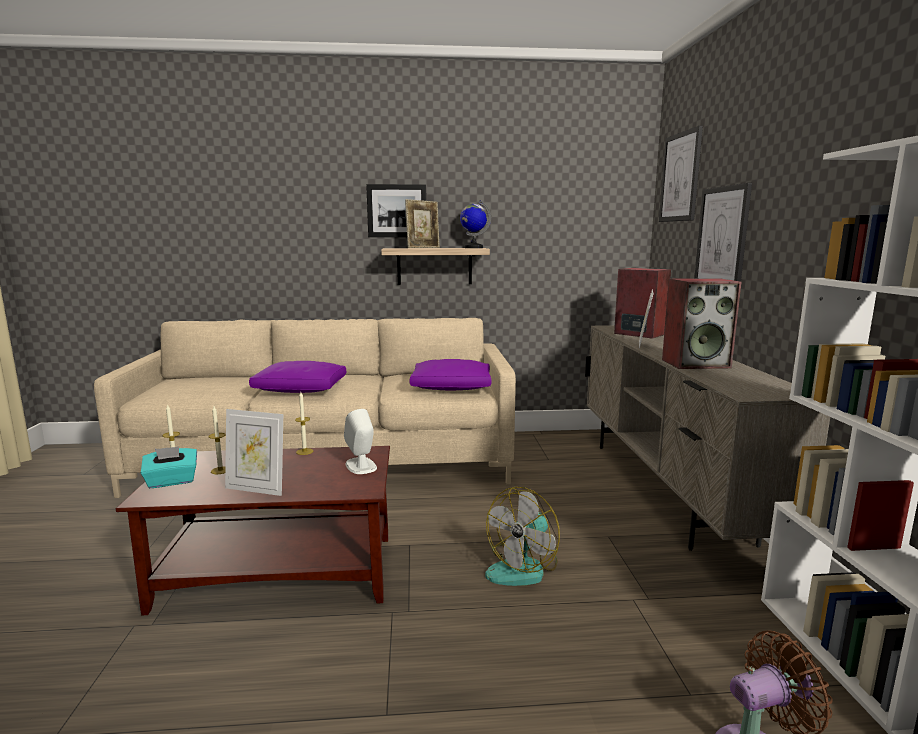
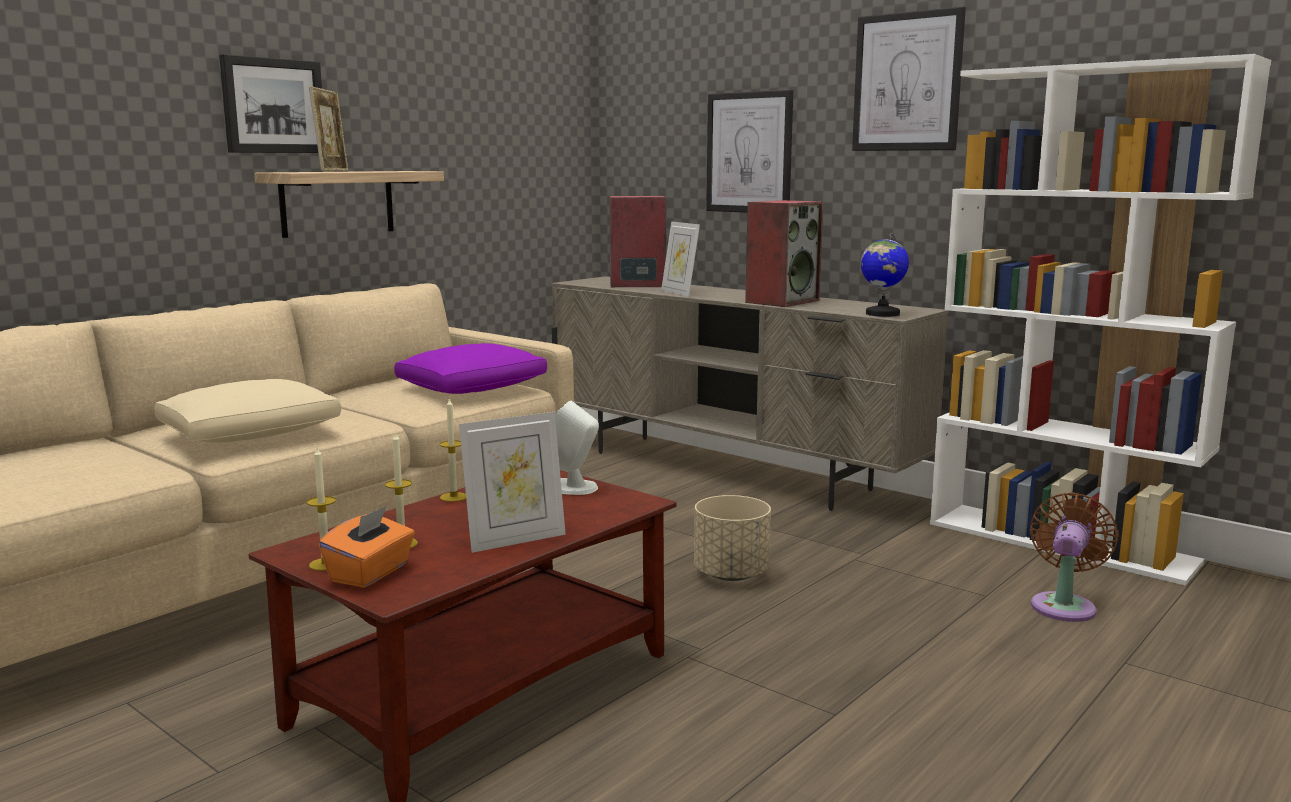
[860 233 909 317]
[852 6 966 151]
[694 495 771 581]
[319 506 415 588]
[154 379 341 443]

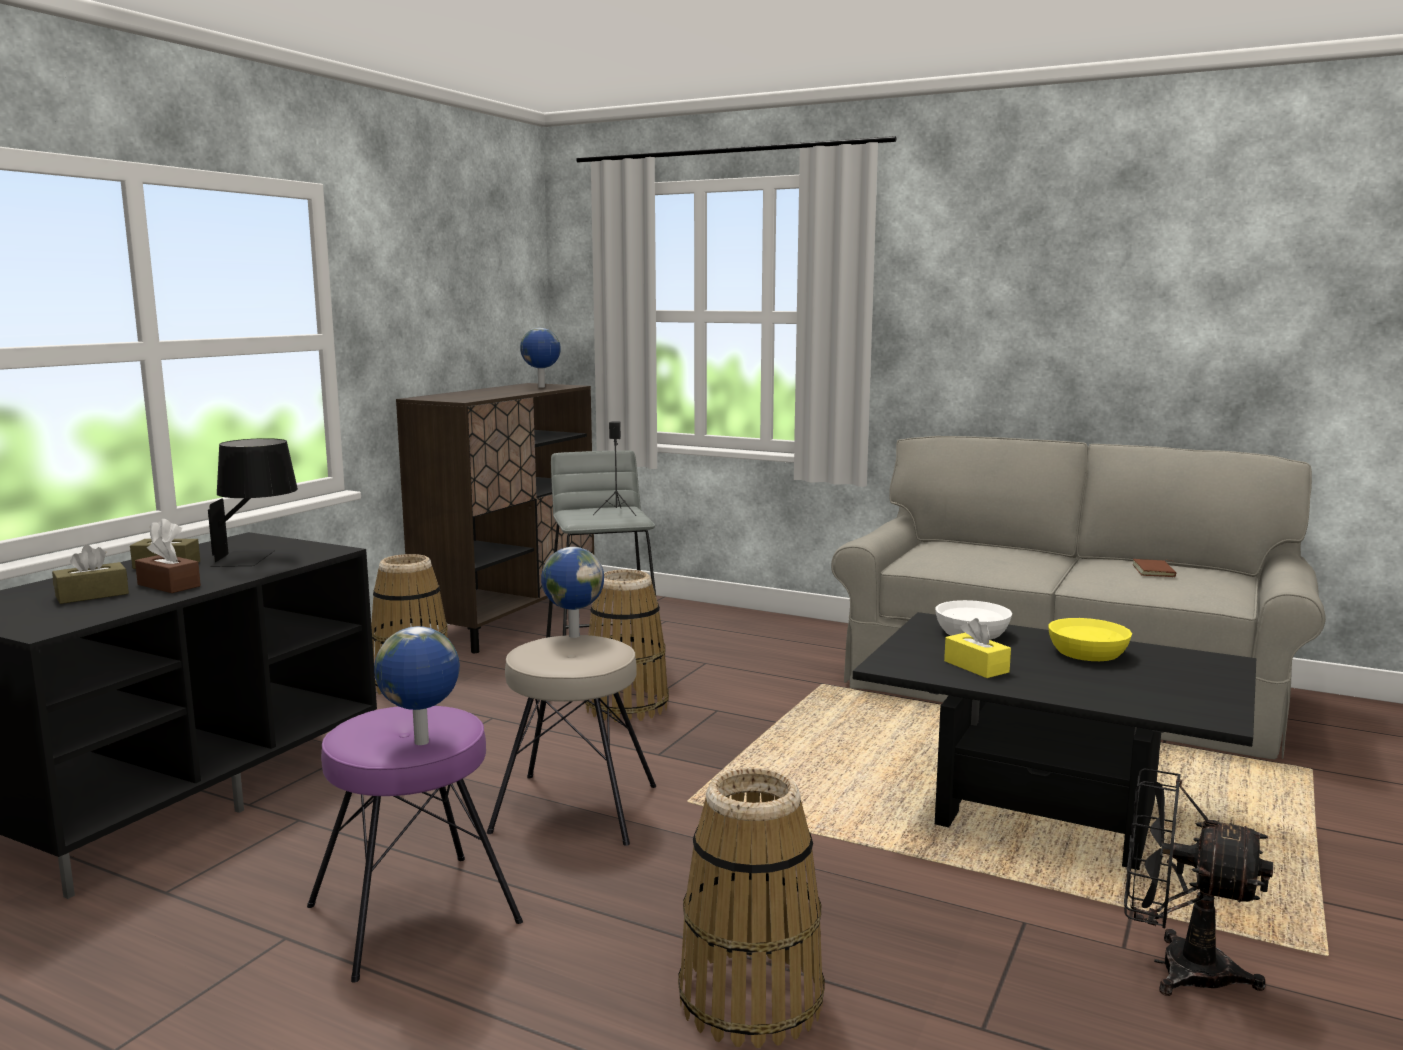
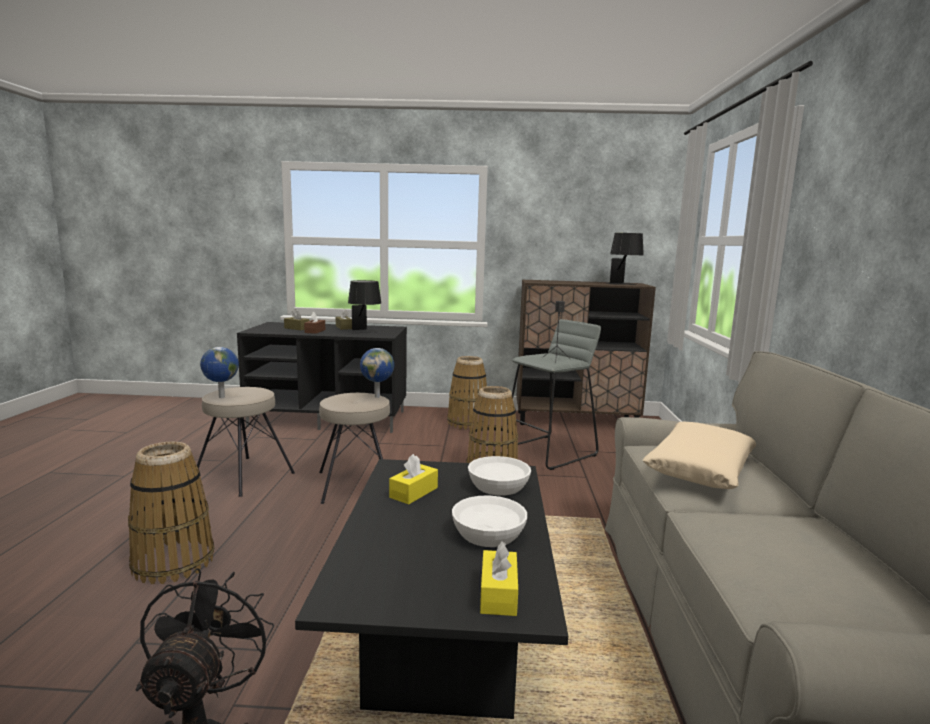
[1133 559 1177 577] (first image)
[480 541 518 616]
[643 422 756 489]
[607 233 644 285]
[197 387 295 497]
[452 495 527 547]

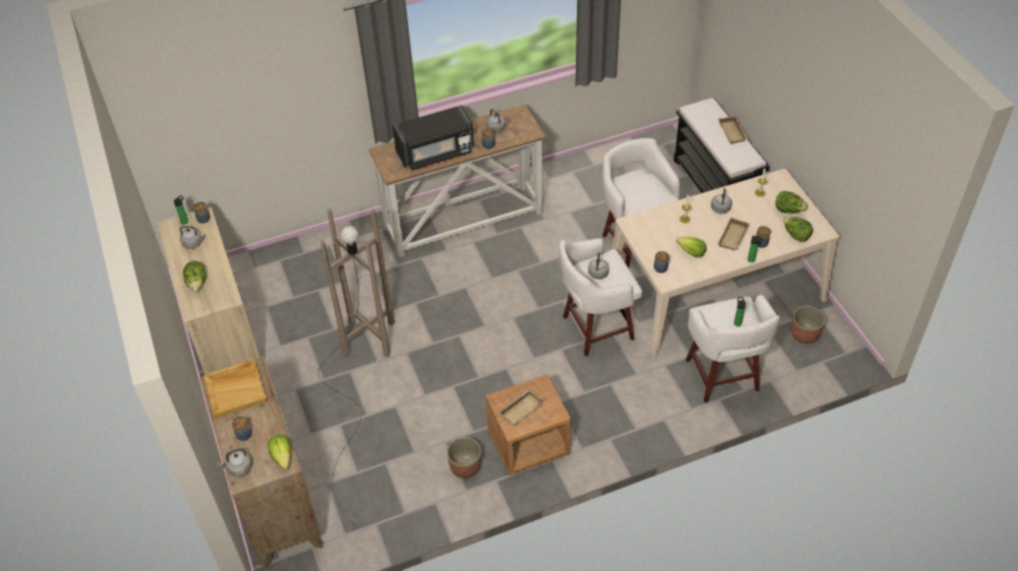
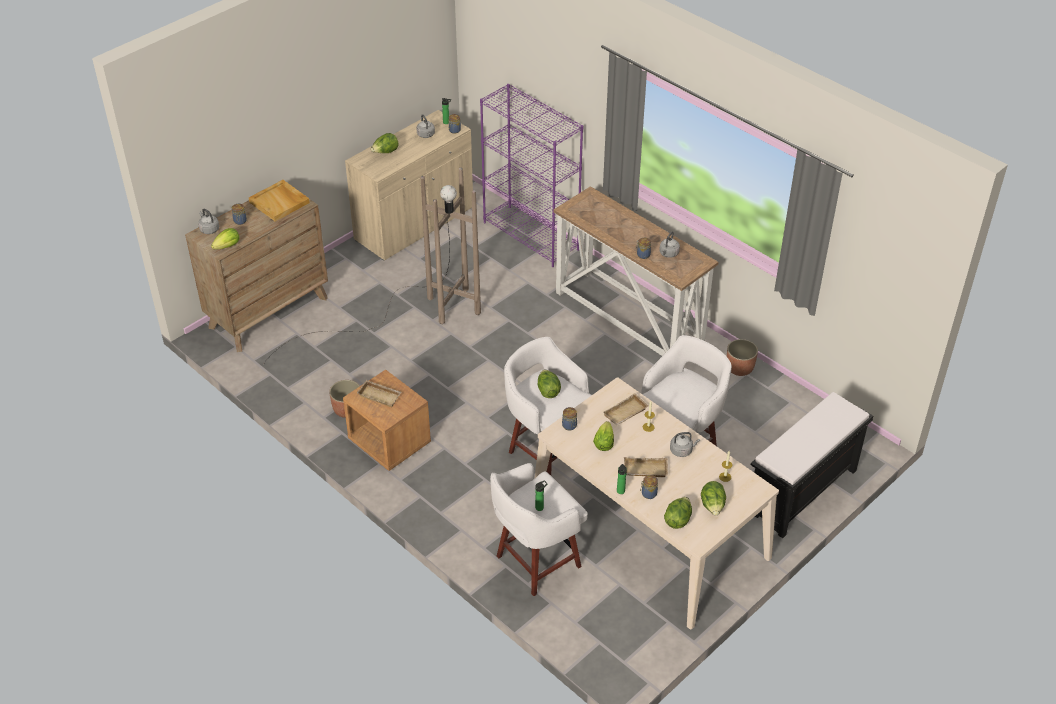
[392 105 474 170] (first image)
[480 84 583 267]
[603 393 648 425]
[727 339 758 376]
[538 369 561 398]

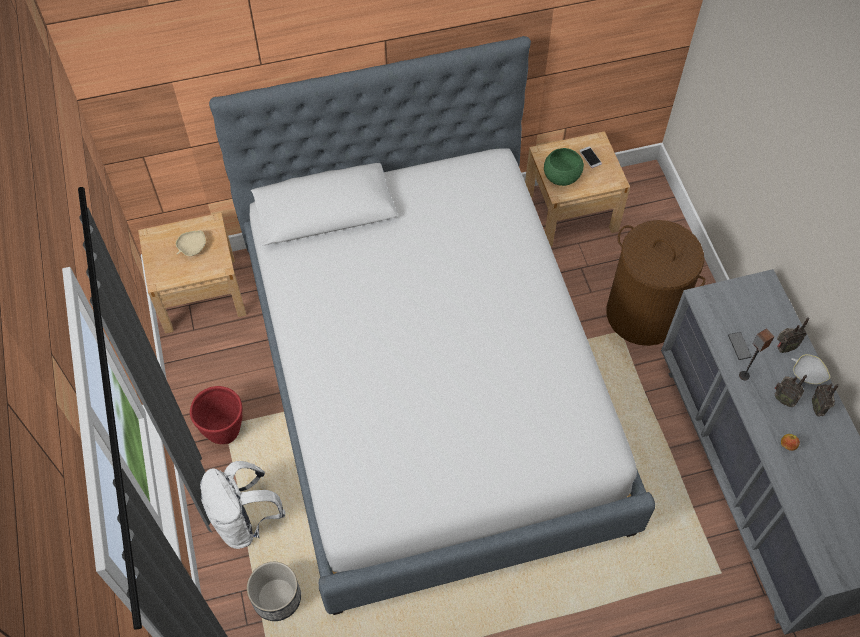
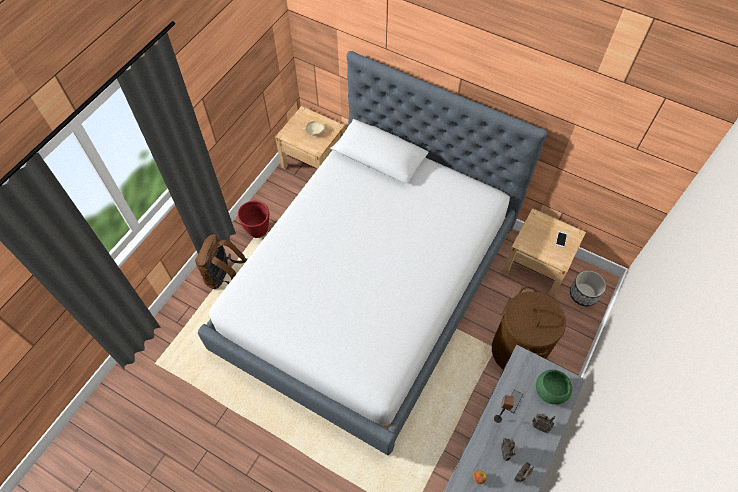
[792 354 830 385] (first image)
[570 270 606 306]
[536 370 572 404]
[195 234 247 289]

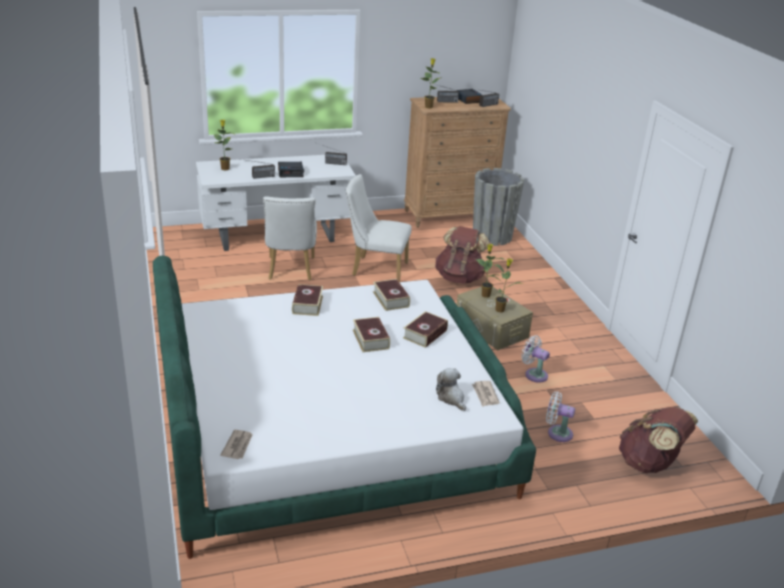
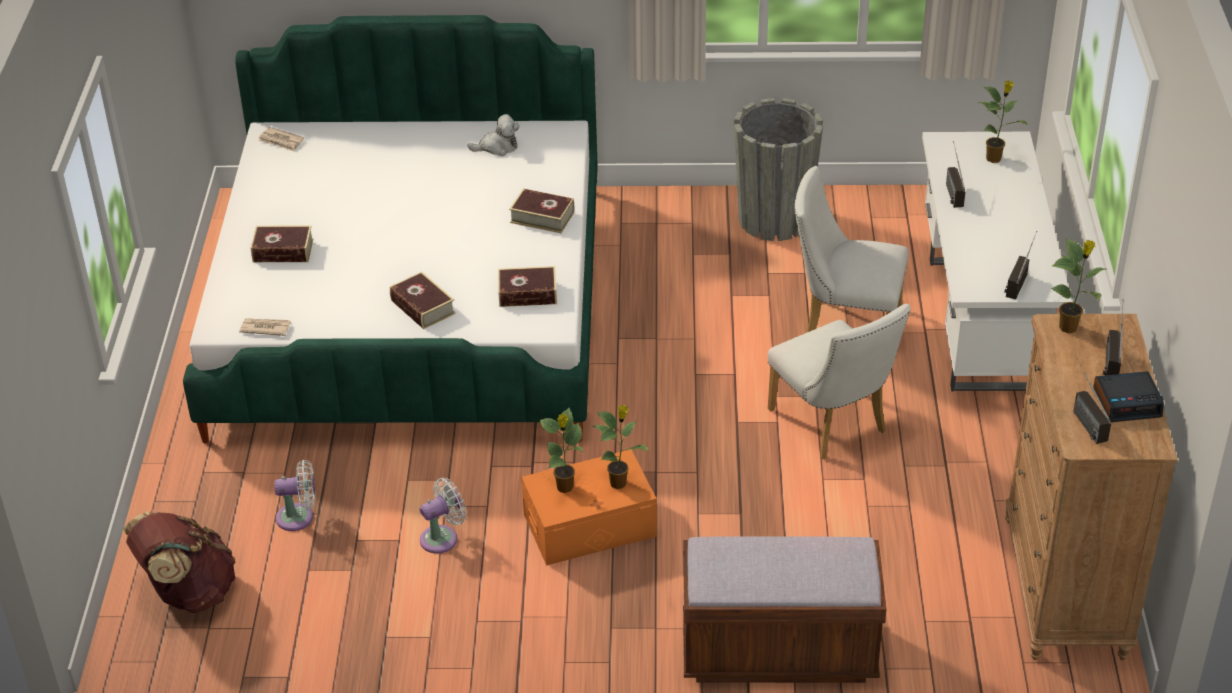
[278 162 304 177] (first image)
[435 226 490 284] (first image)
[683 536 887 683]
[250 225 313 262]
[467 114 519 156]
[734 98 823 241]
[522 450 657 566]
[768 304 911 459]
[274 460 316 531]

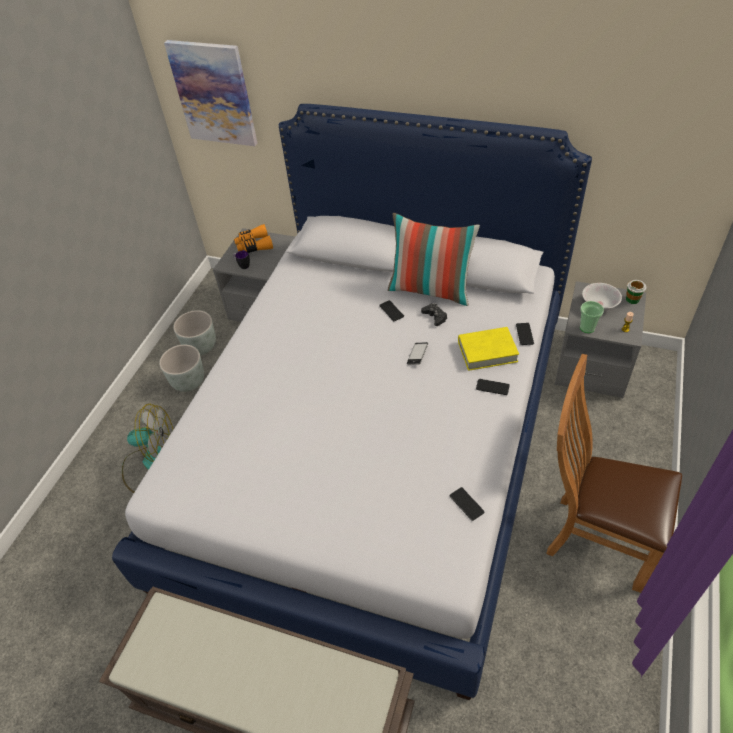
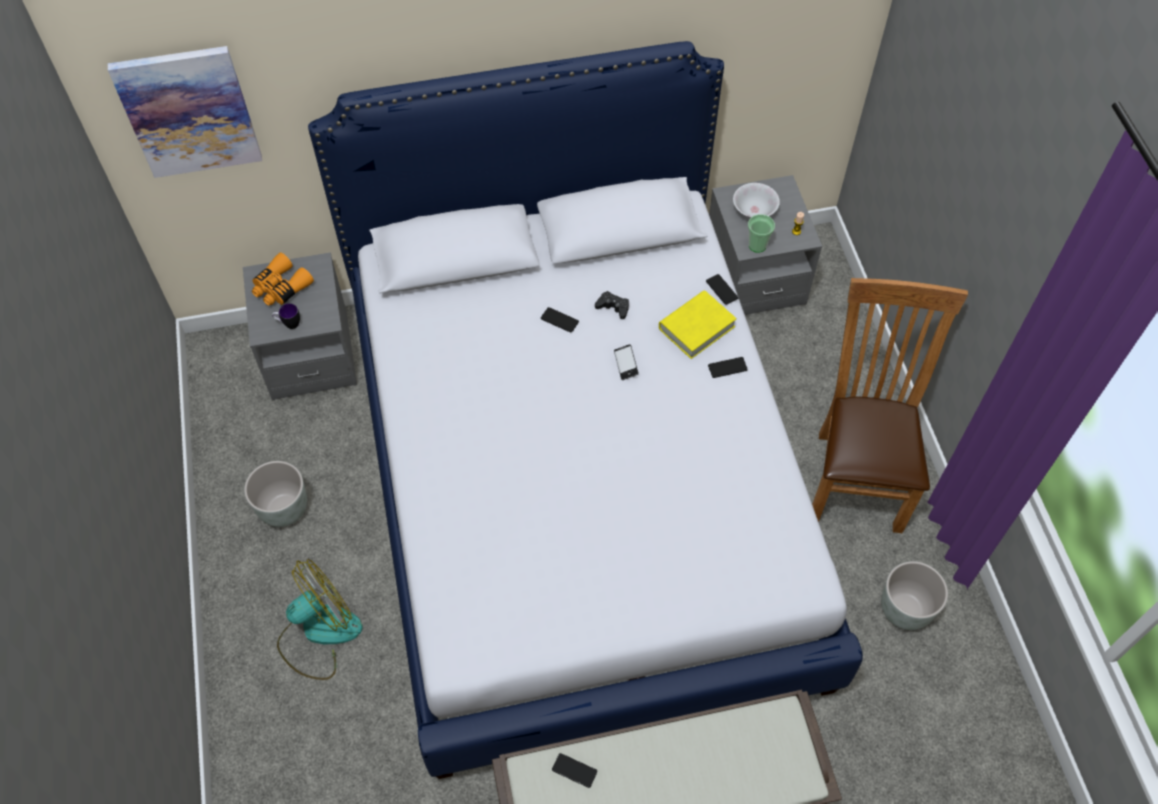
[388 213 480 306] (first image)
[626 280 646 304] (first image)
[881 561 948 630]
[552 753 597 788]
[812 278 968 533]

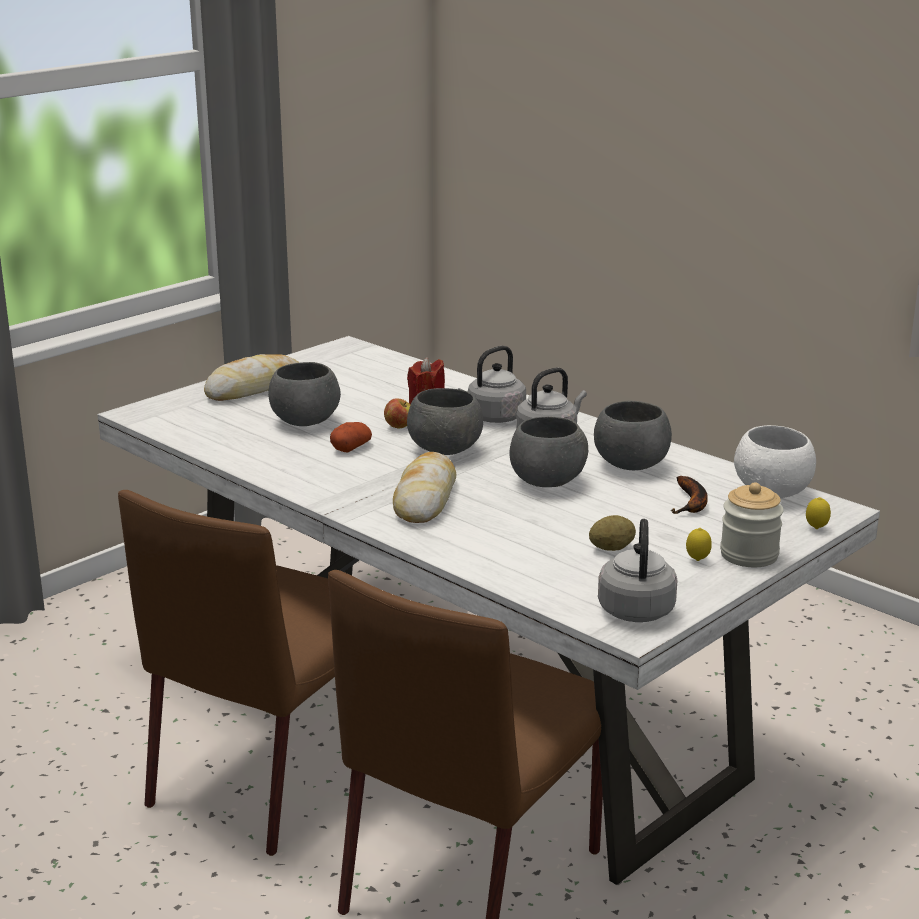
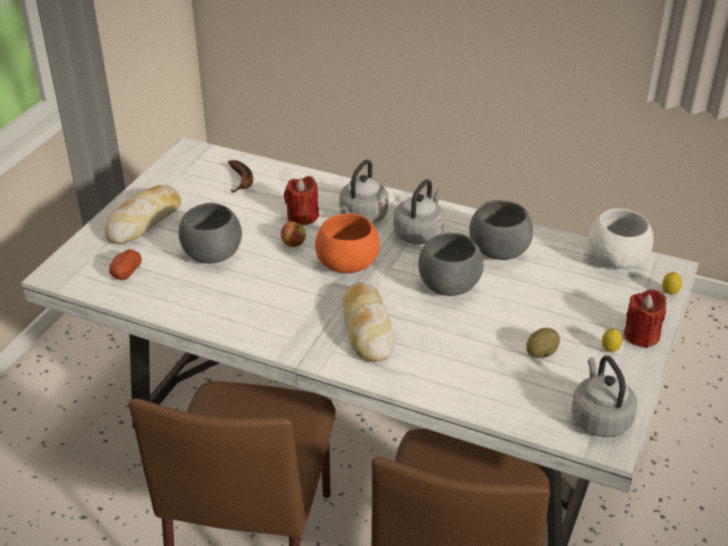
[109 249 142 280]
[228 160 253 193]
[624 289 666 348]
[315 214 380 273]

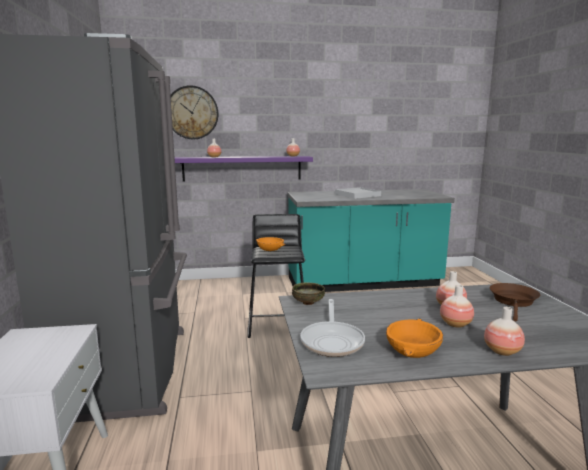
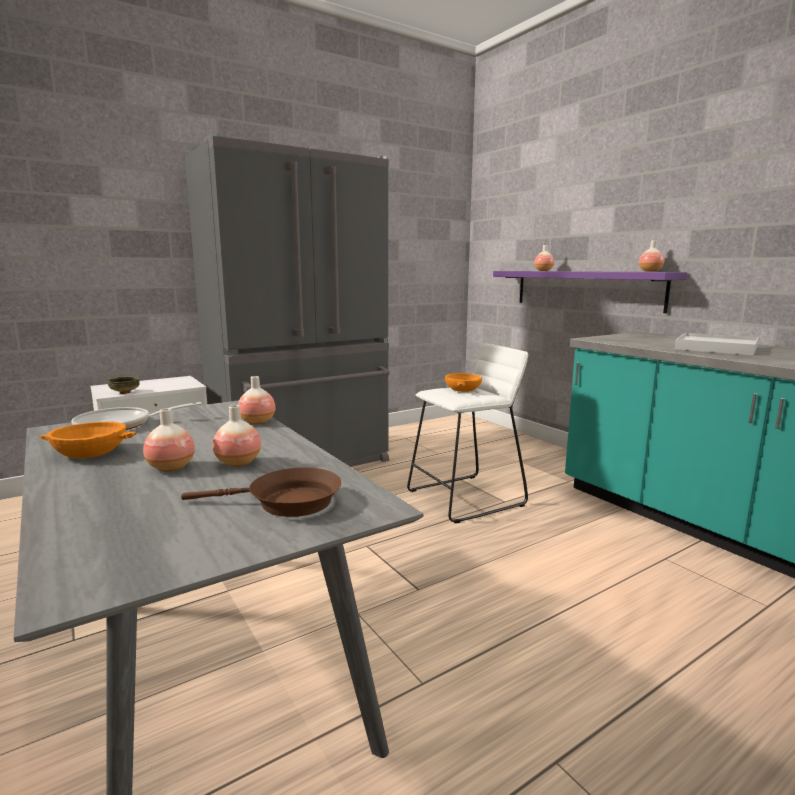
[171 85 218 140] (first image)
[108 377 140 394]
[238 376 275 425]
[407 344 528 523]

